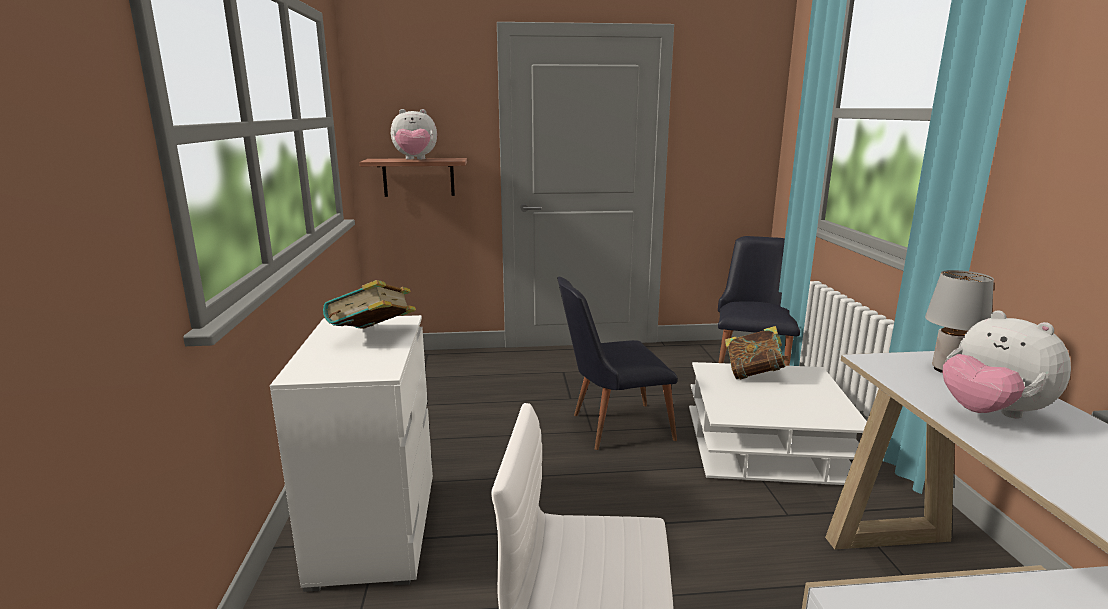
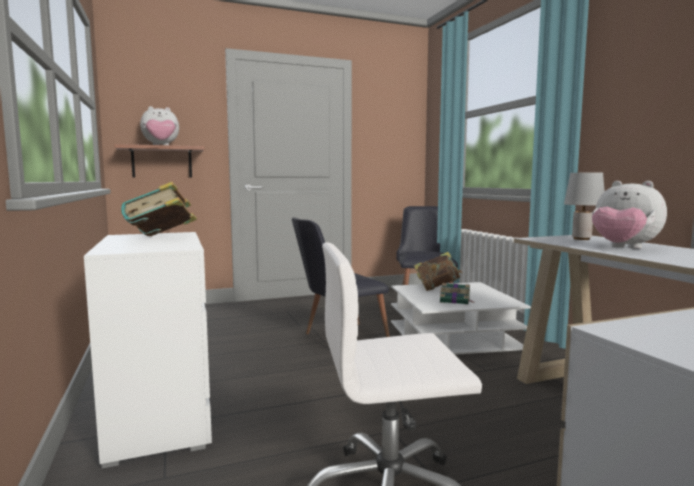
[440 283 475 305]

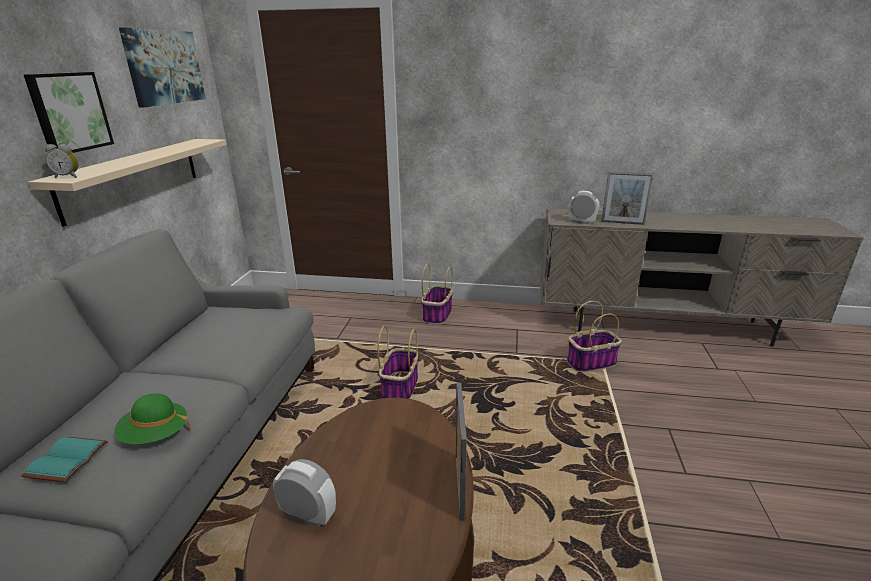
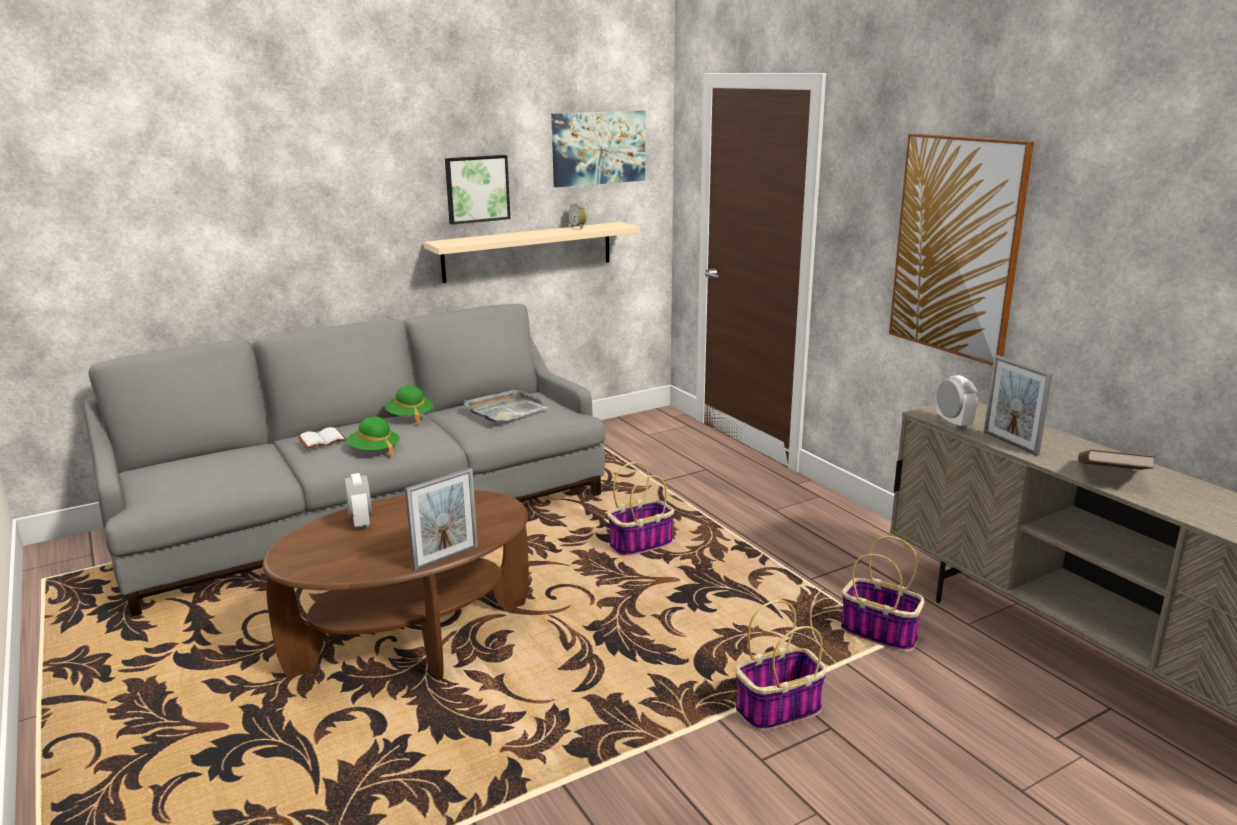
[385 385 433 424]
[463 390 549 422]
[889 133 1034 366]
[1078 450 1155 470]
[569 202 587 229]
[735 600 827 731]
[298 427 346 449]

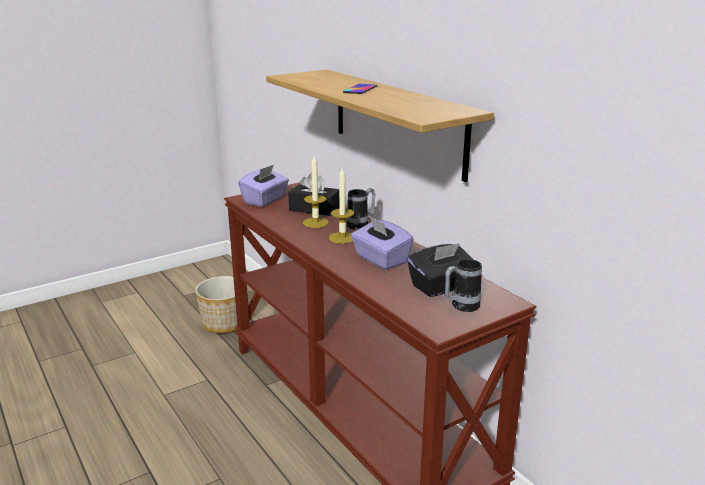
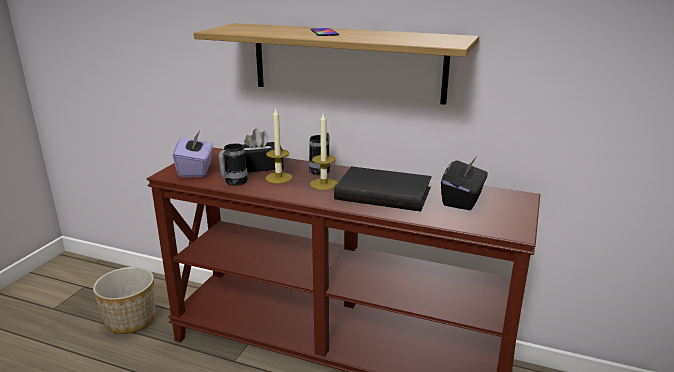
[219 143 248 186]
[334 166 432 212]

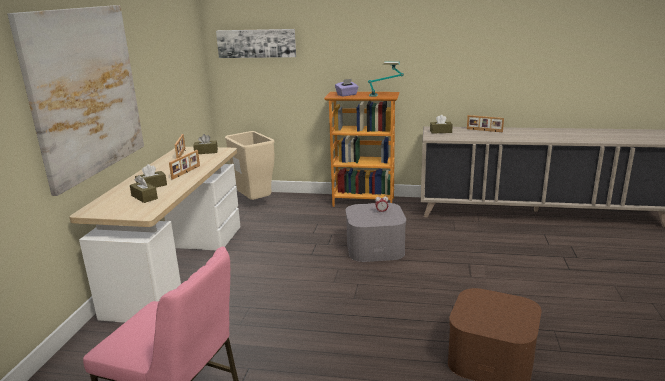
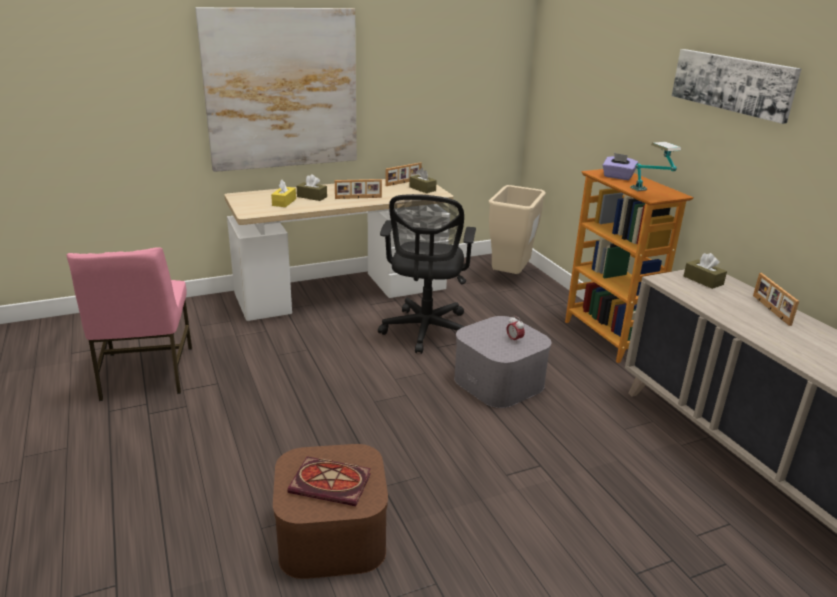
[287 456 371 506]
[378 194 476 354]
[672 49 801 124]
[271 180 296 207]

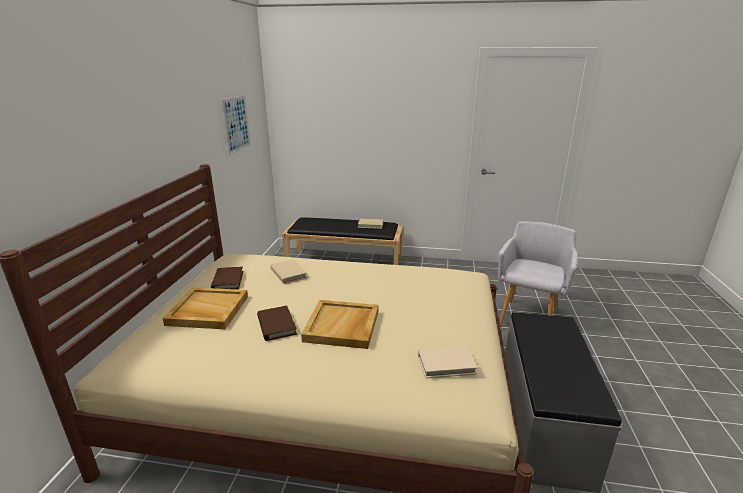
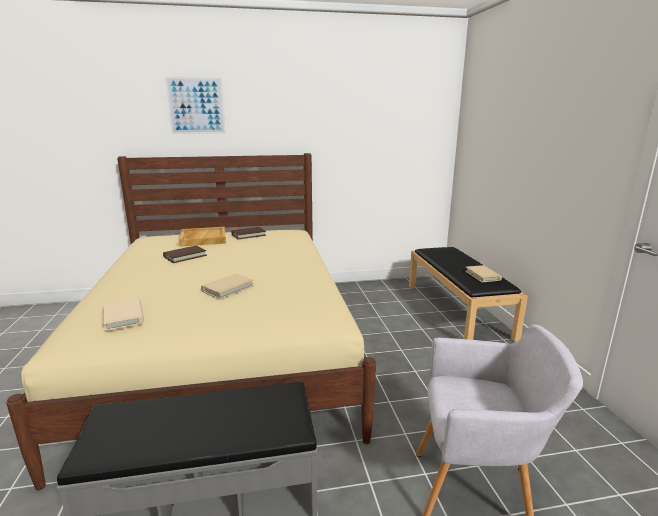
[301 300 378 349] (first image)
[165 77 226 134]
[201 274 254 299]

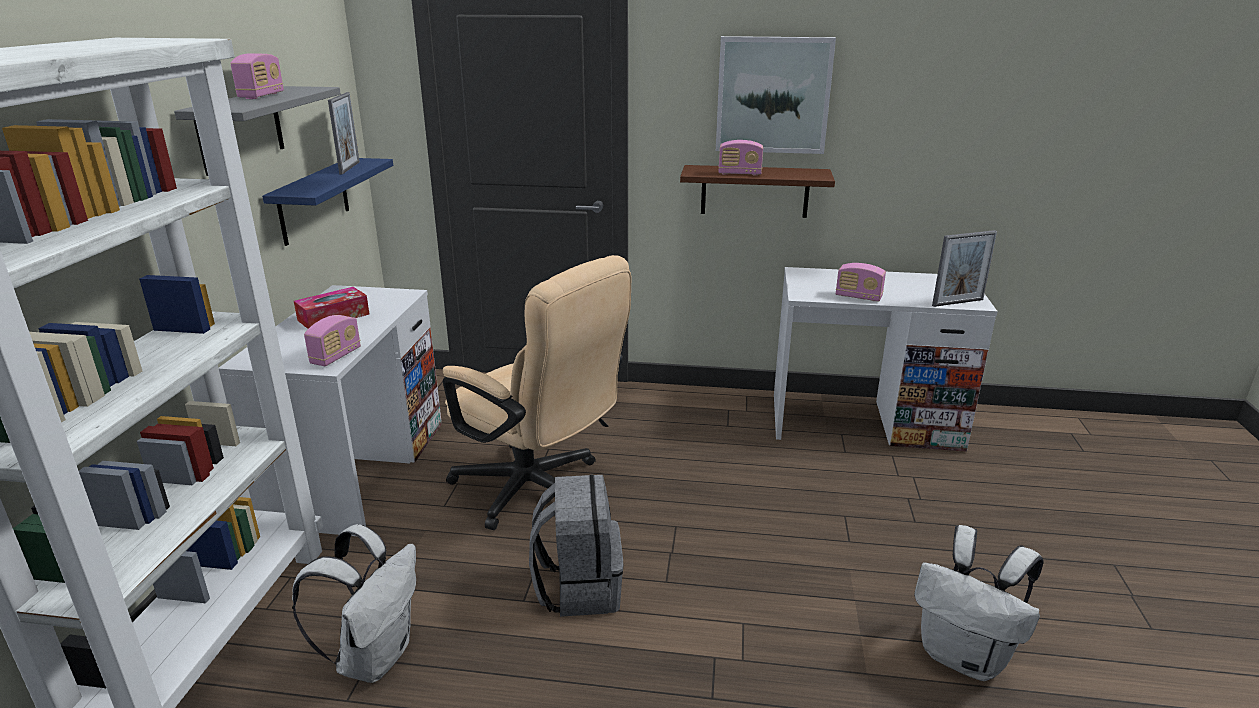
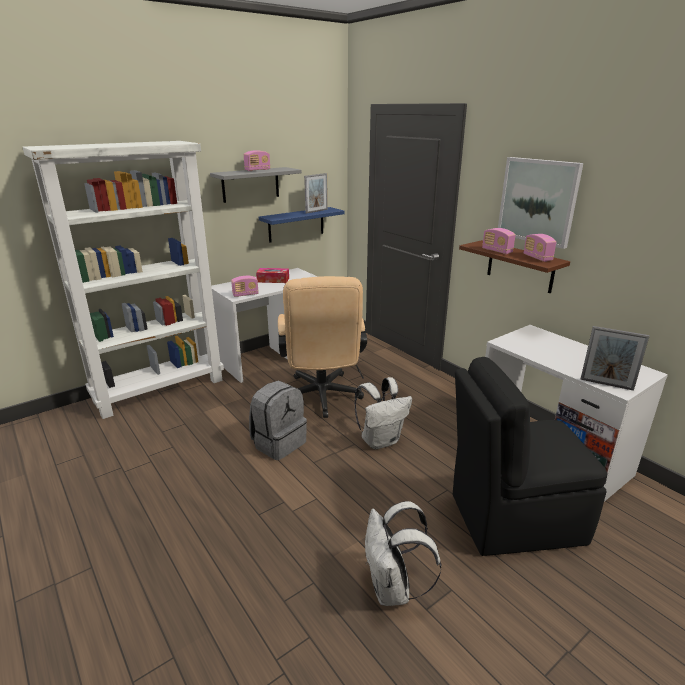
[453 357 607 556]
[354 377 412 450]
[524 234 556 262]

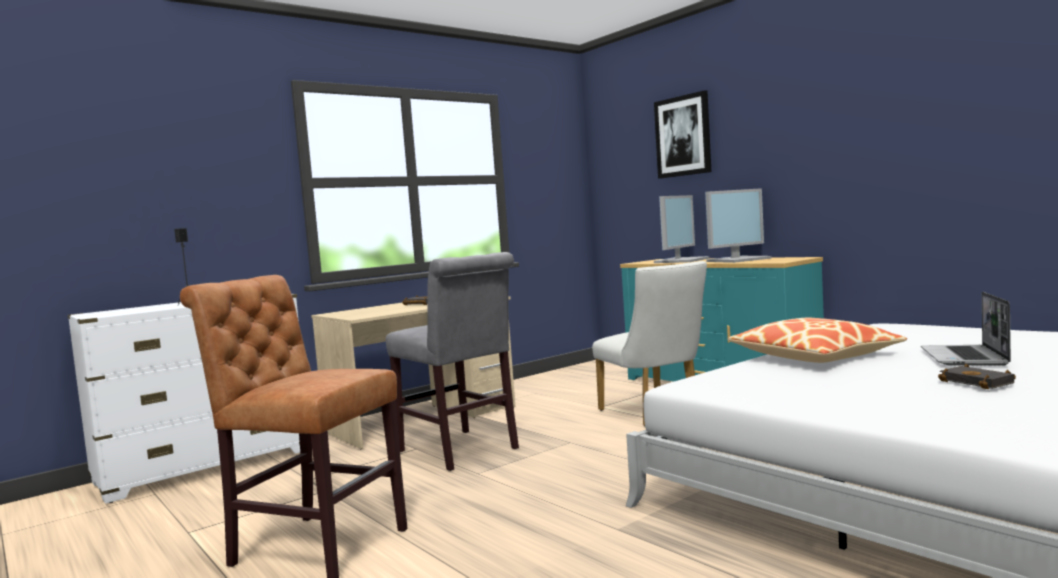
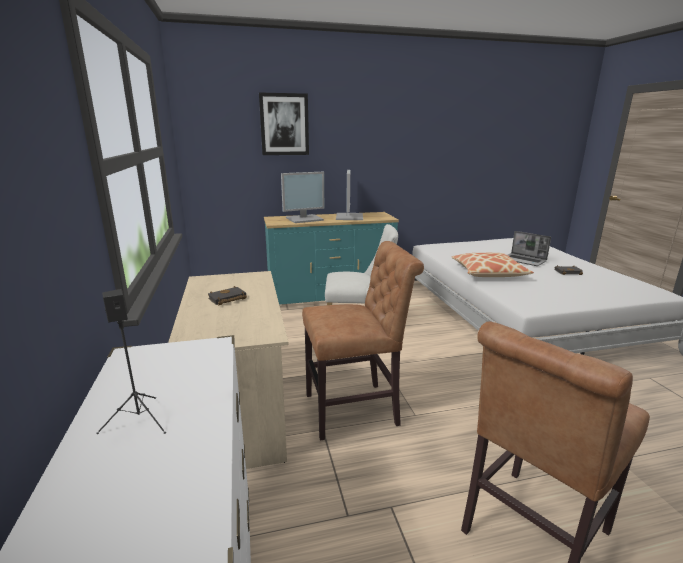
[302 241 424 441]
[281 172 324 223]

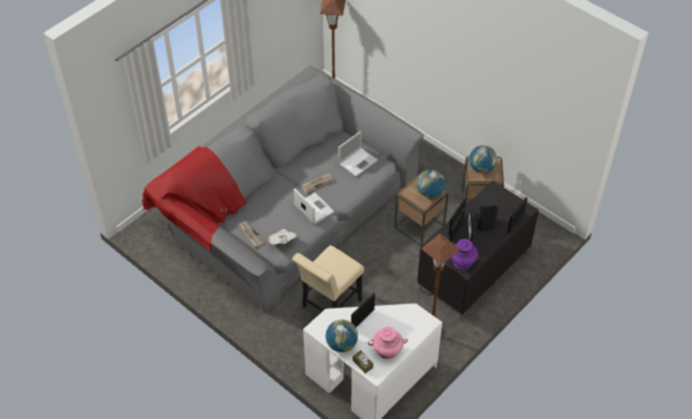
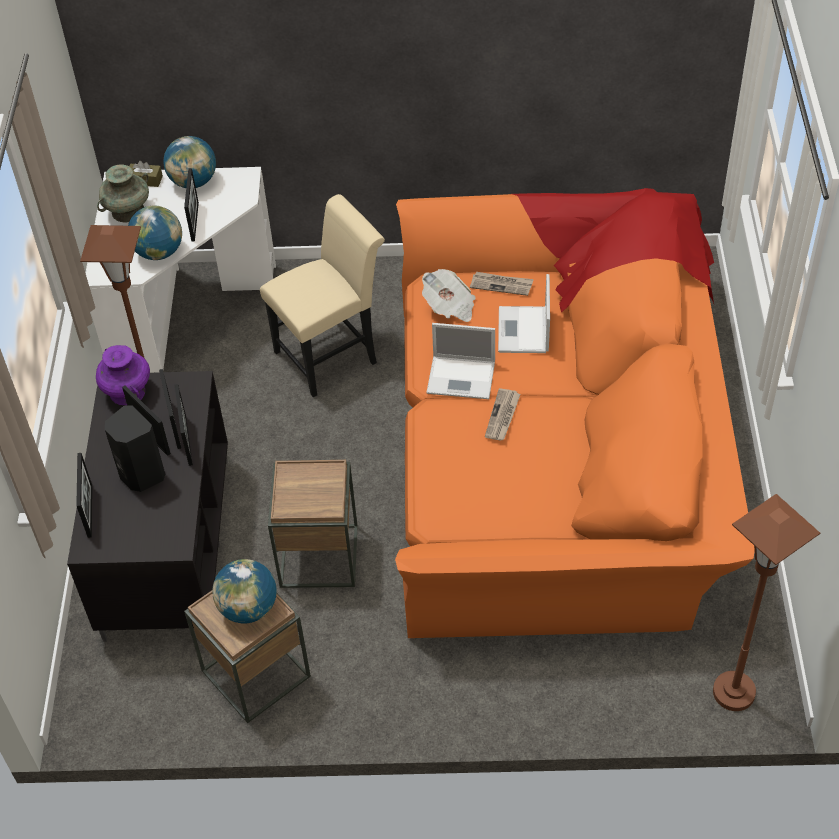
[498 274 550 353]
[128 205 182 260]
[395 188 755 638]
[97 164 149 223]
[260 194 385 397]

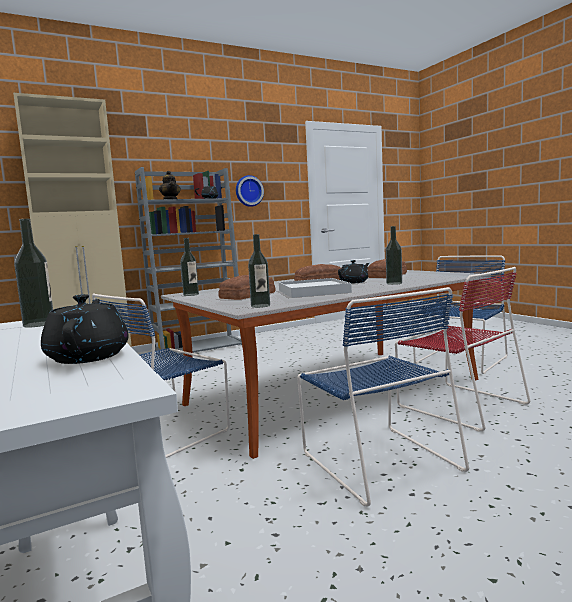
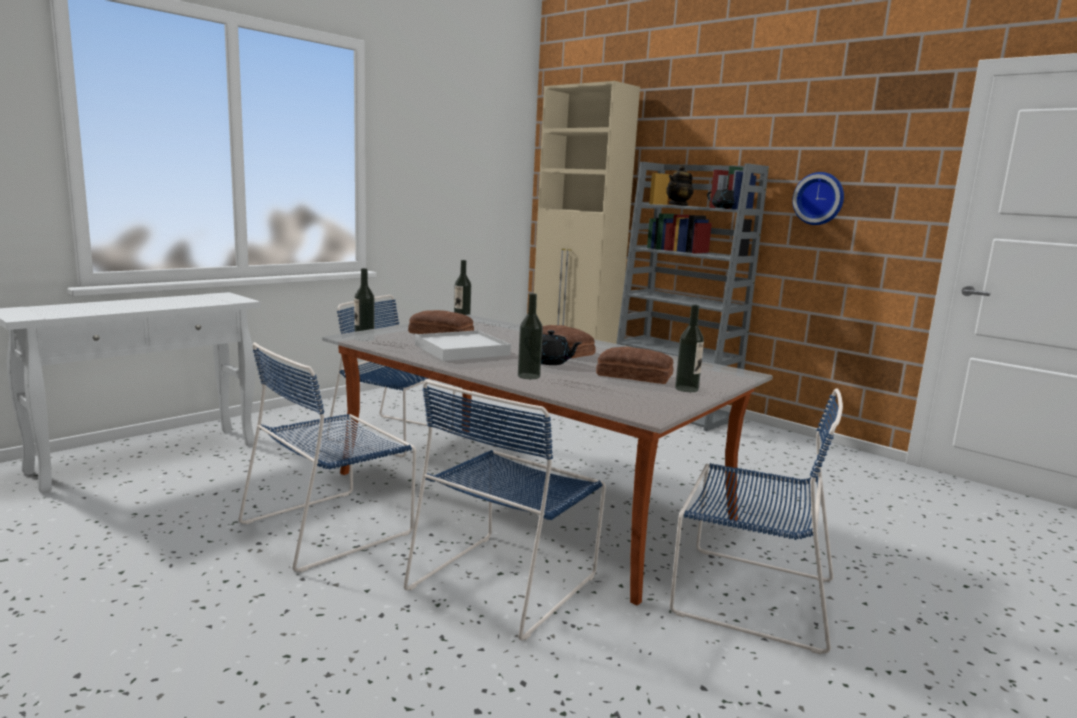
[41 294 129 364] (first image)
[675 304 704 392]
[404 380 606 640]

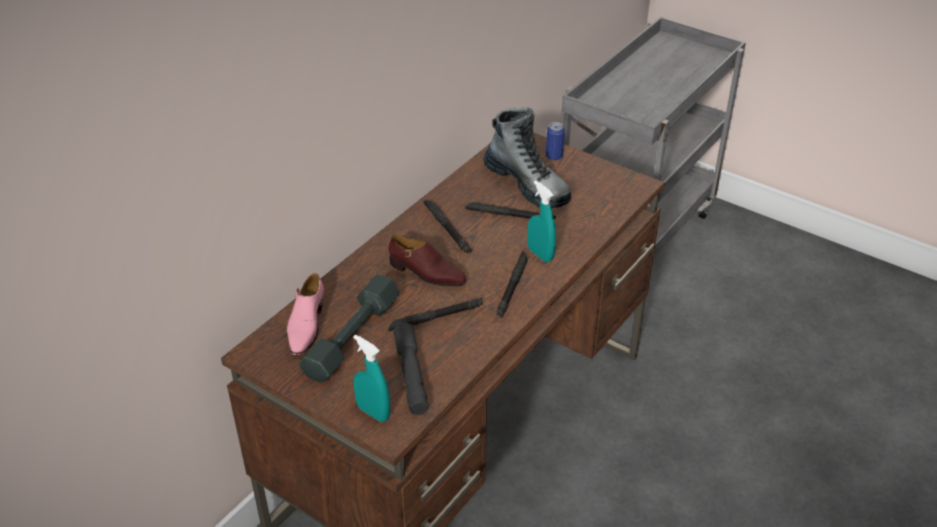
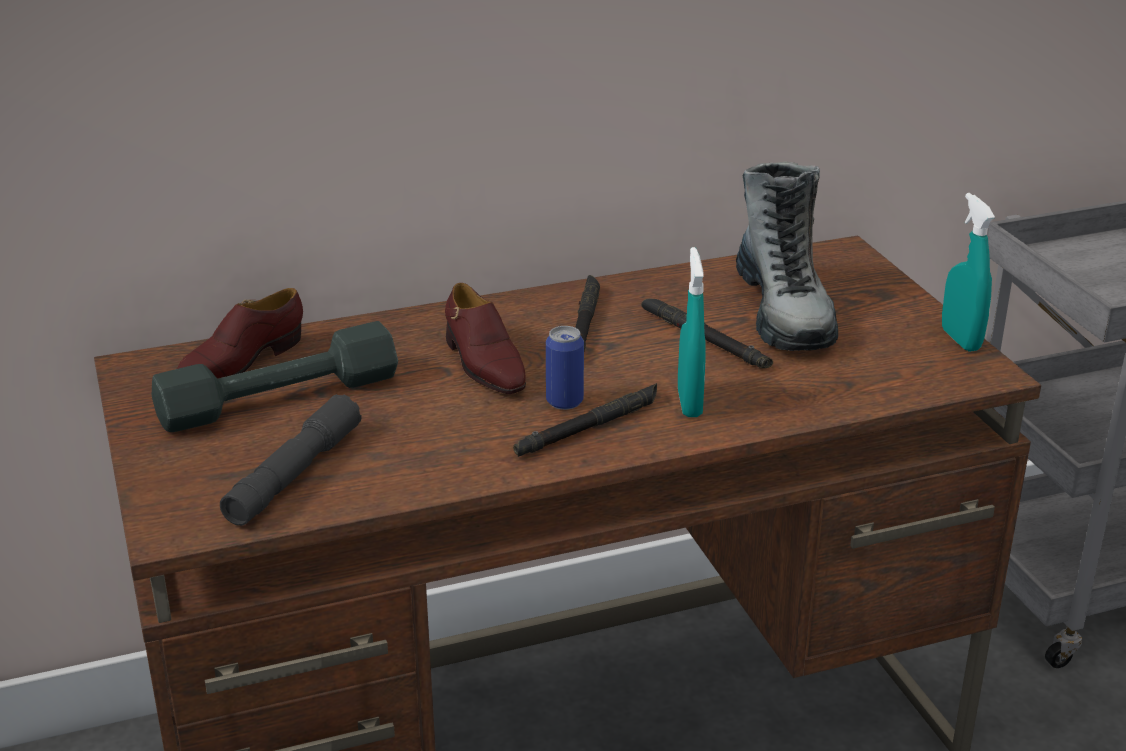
[388 298 483 331] (first image)
[942 193 995 352]
[546 326 584 410]
[177 288 303 378]

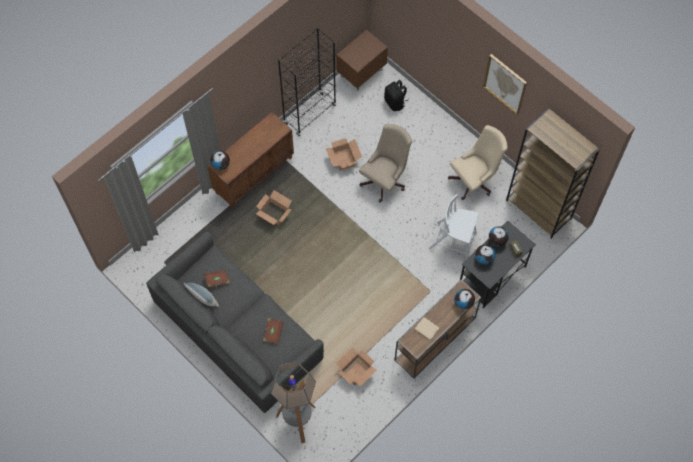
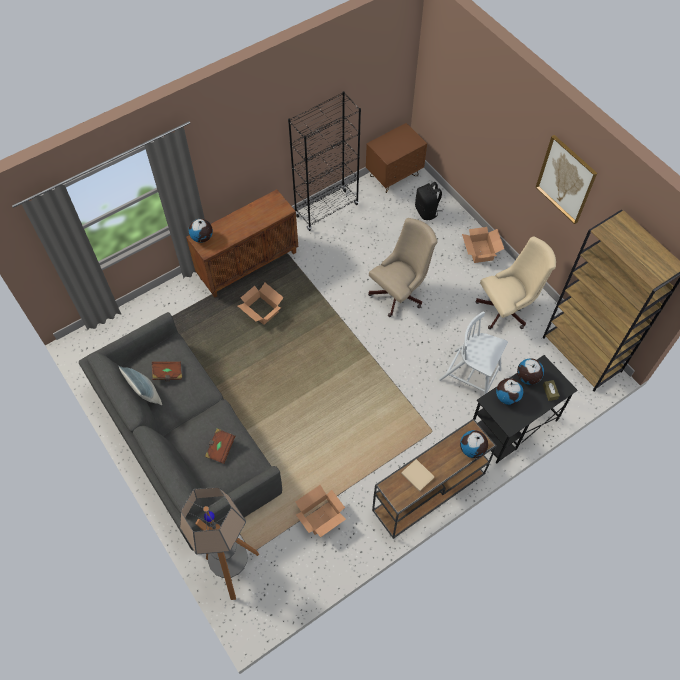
[462 227 504 263]

